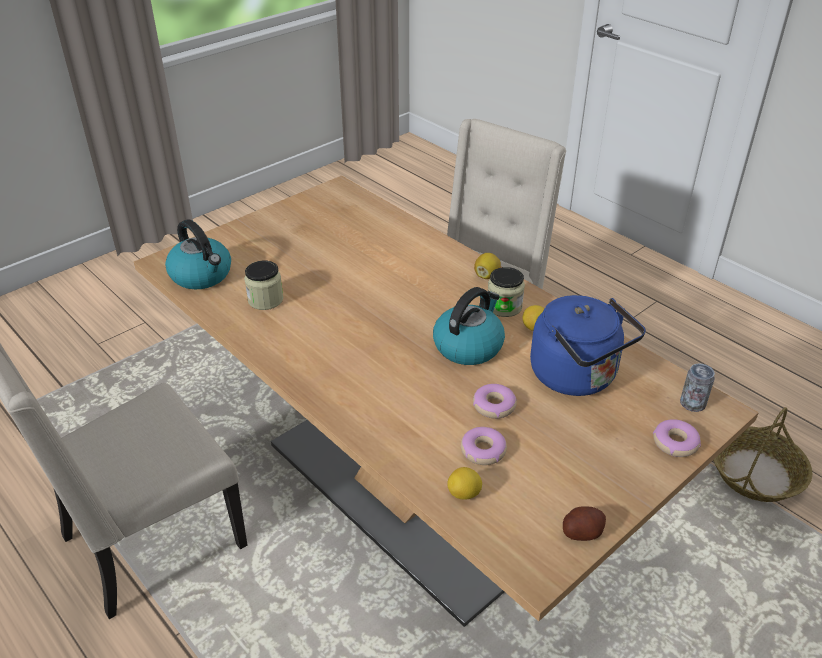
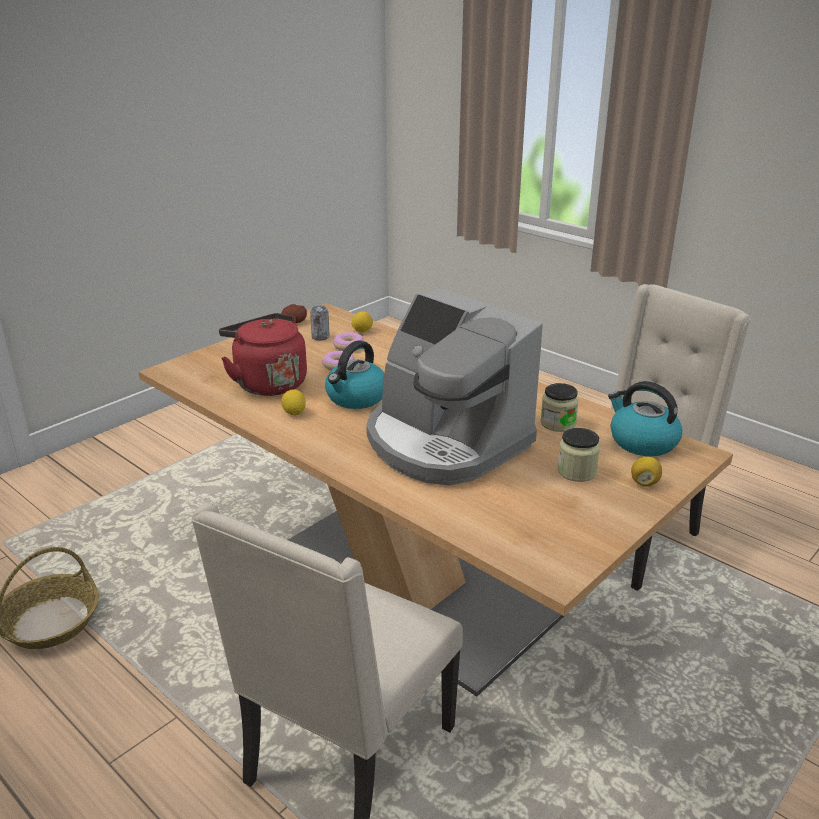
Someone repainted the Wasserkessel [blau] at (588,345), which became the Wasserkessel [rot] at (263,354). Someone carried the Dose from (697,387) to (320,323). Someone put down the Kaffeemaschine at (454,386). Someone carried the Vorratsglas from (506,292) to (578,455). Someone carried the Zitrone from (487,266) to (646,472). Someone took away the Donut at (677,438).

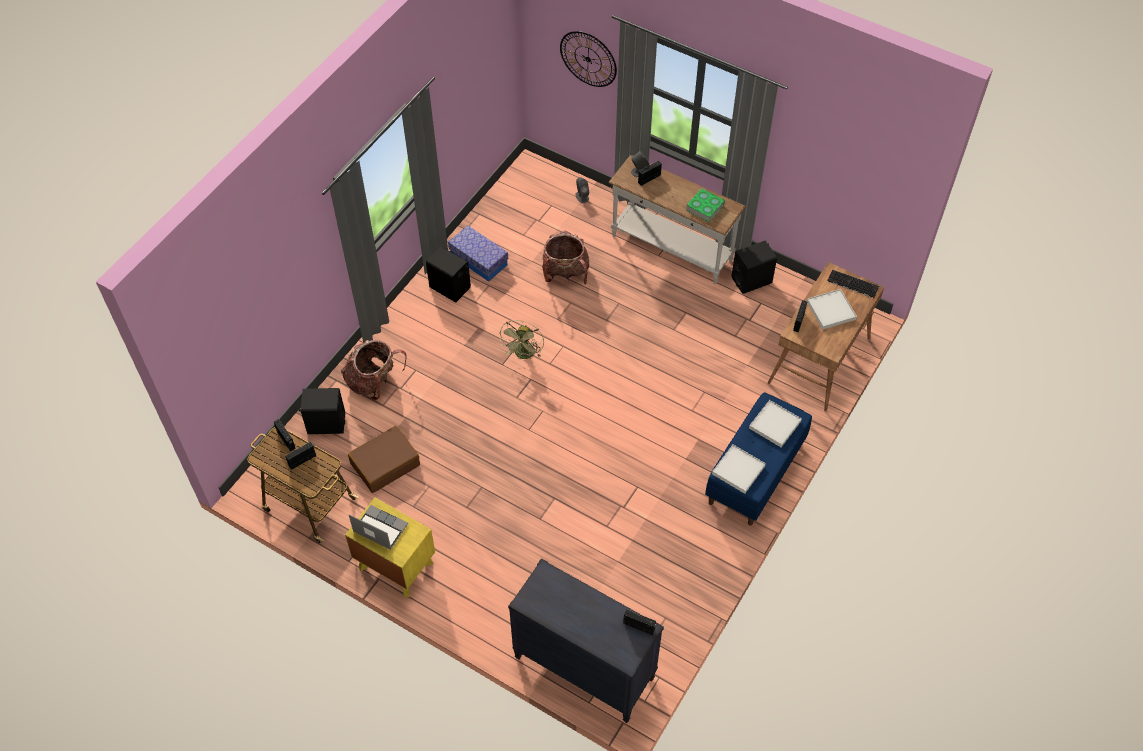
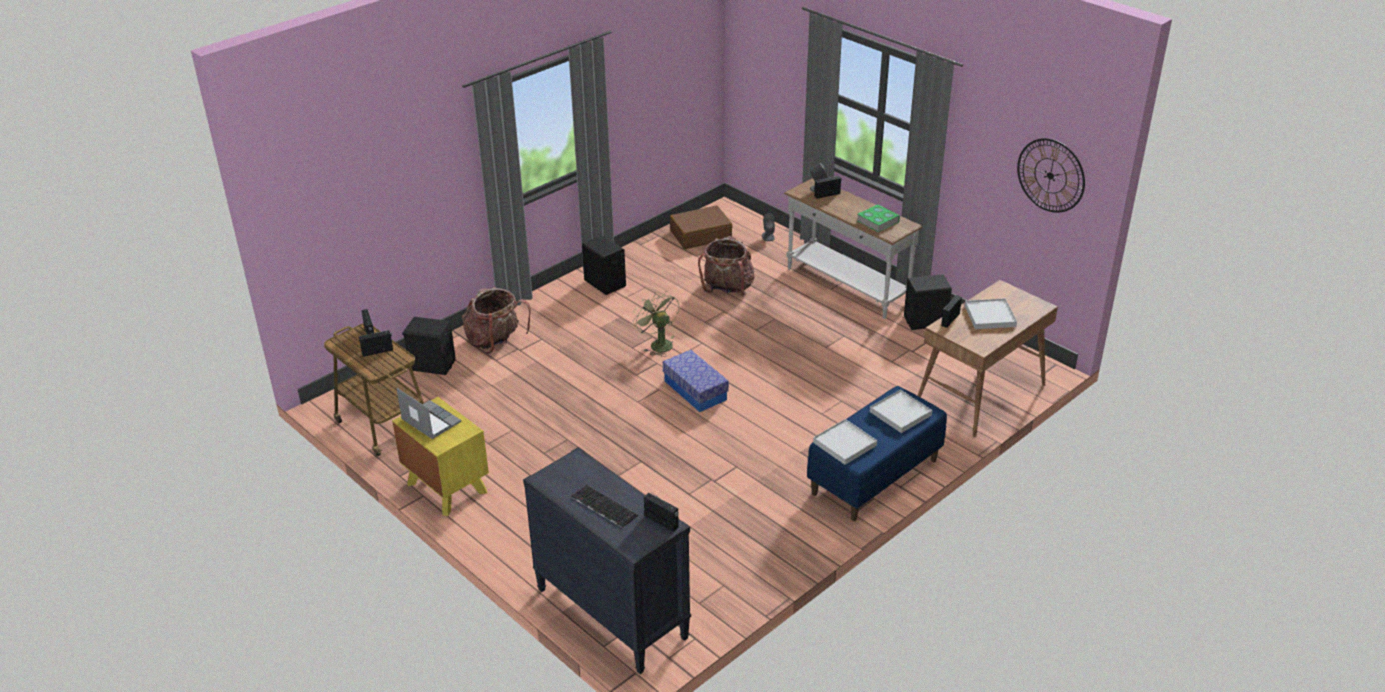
Someone carried the Tastatur from (853,284) to (604,506). Someone rotated the Ventilator [grün] at (521,339) by 120 degrees clockwise. Someone carried the Aufbewahrungsbox from (478,253) to (696,381). Someone carried the Koffer [braun] from (384,459) to (701,227). Someone carried the Wanduhr from (588,59) to (1051,175).

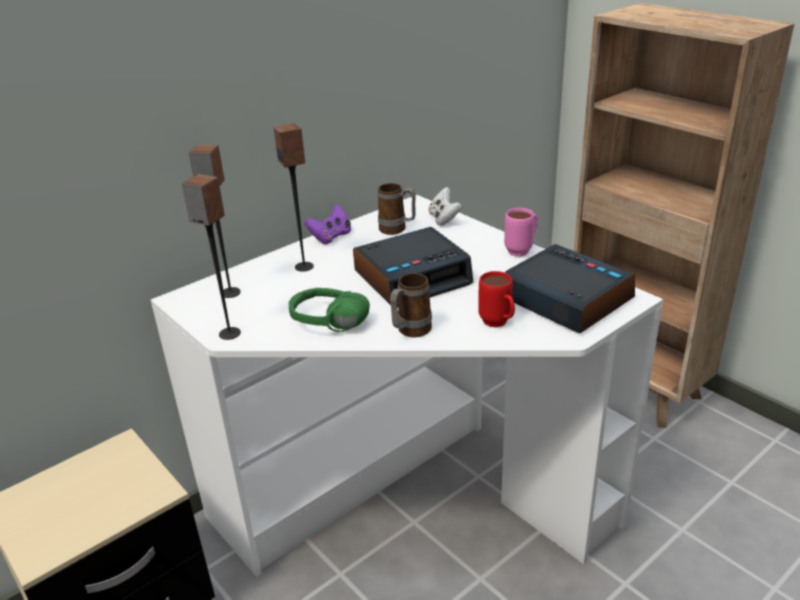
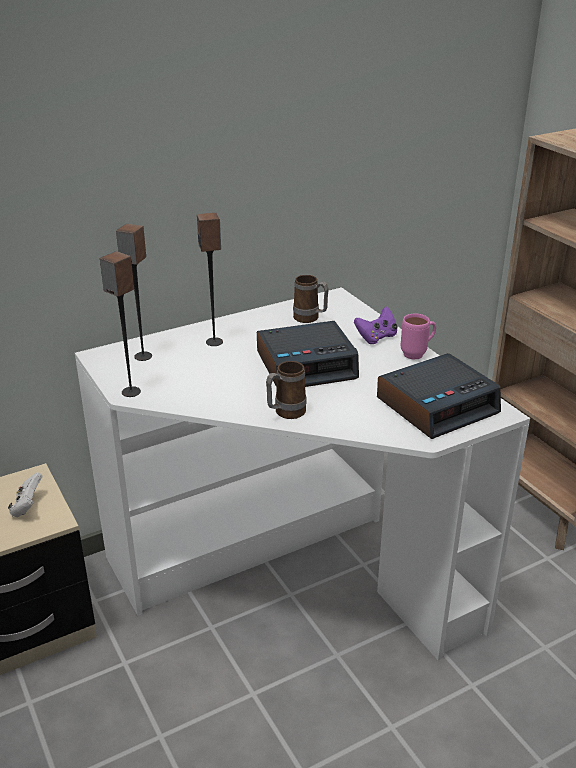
Someone carried the Gamepad [weiß] from (445,206) to (25,494). Someone carried the Gamepad [lila] from (328,224) to (376,325). Someone rotated the Wecker at (569,288) by 90 degrees clockwise. Someone took away the Kopfhörer [grün] at (329,310). Someone took away the Henkelbecher [rot] at (496,299).

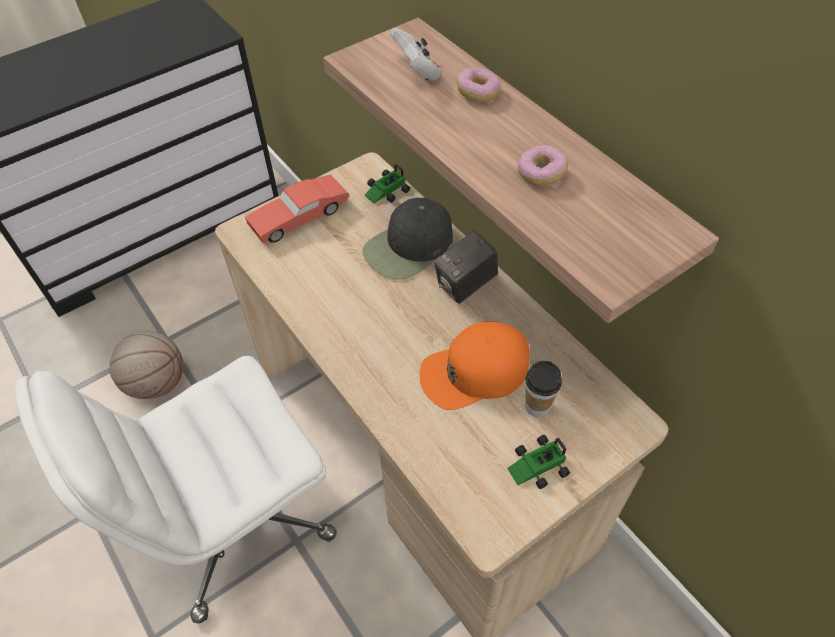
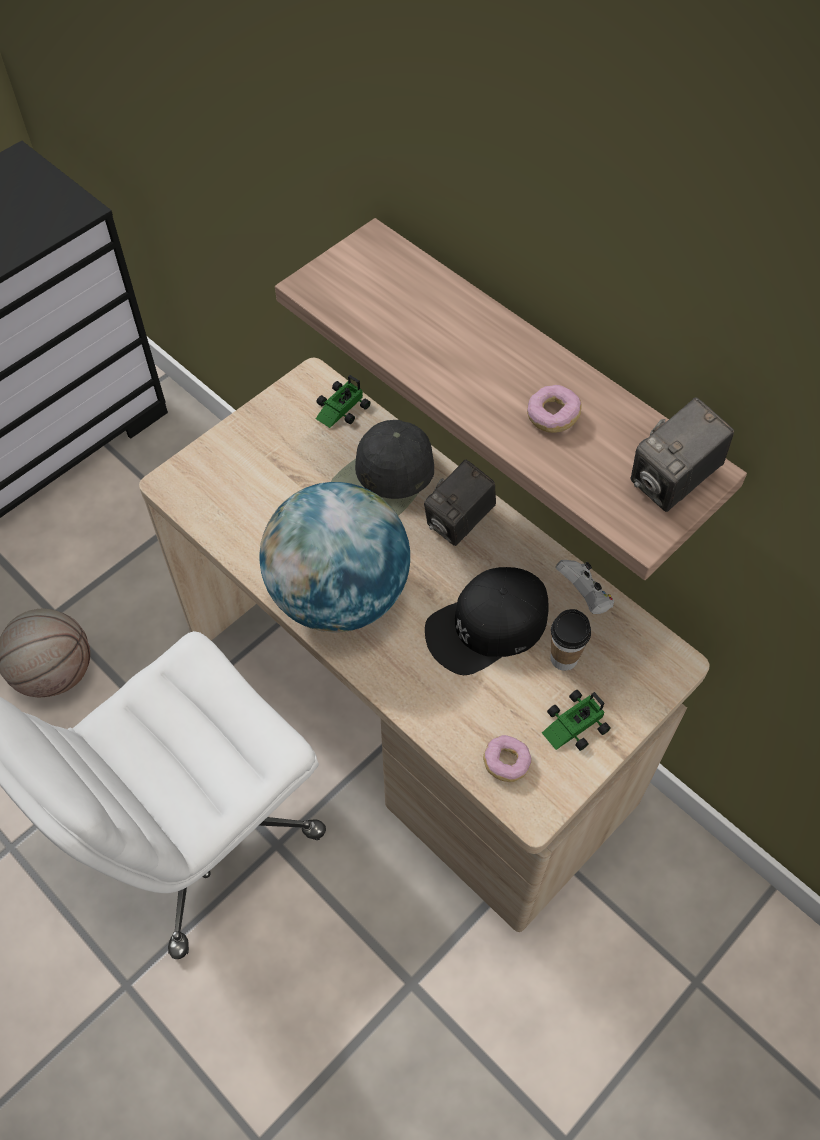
Someone put down the Globus at (334,557). Someone repainted the Kappe [orange] at (475,366), which became the Kappe [schwarz] at (487,621). Someone carried the Donut from (478,84) to (507,758). Someone carried the Gamepad [weiß] from (415,54) to (585,587). Someone put down the Kamera at (682,454). Someone took away the Spielzeugauto [rot] at (297,209).

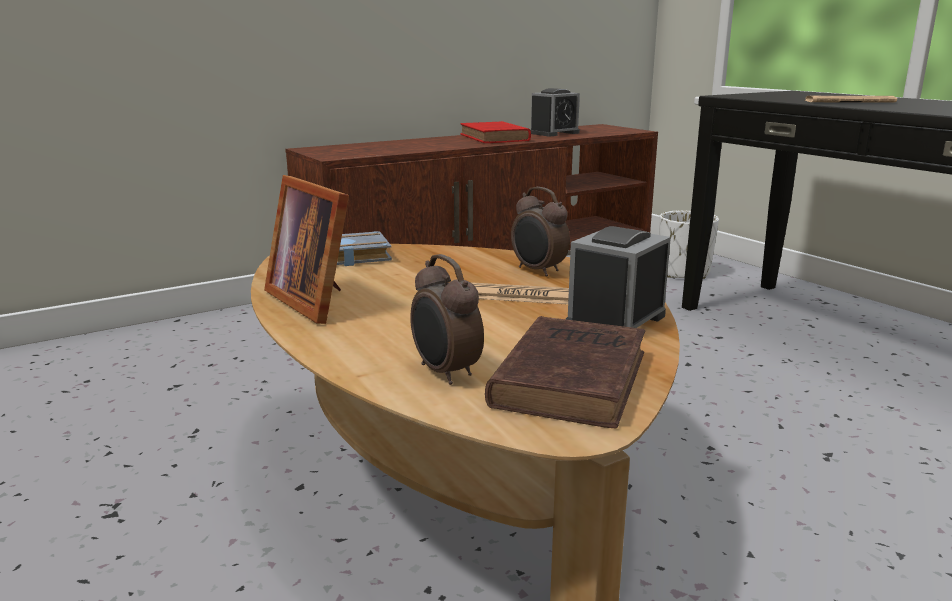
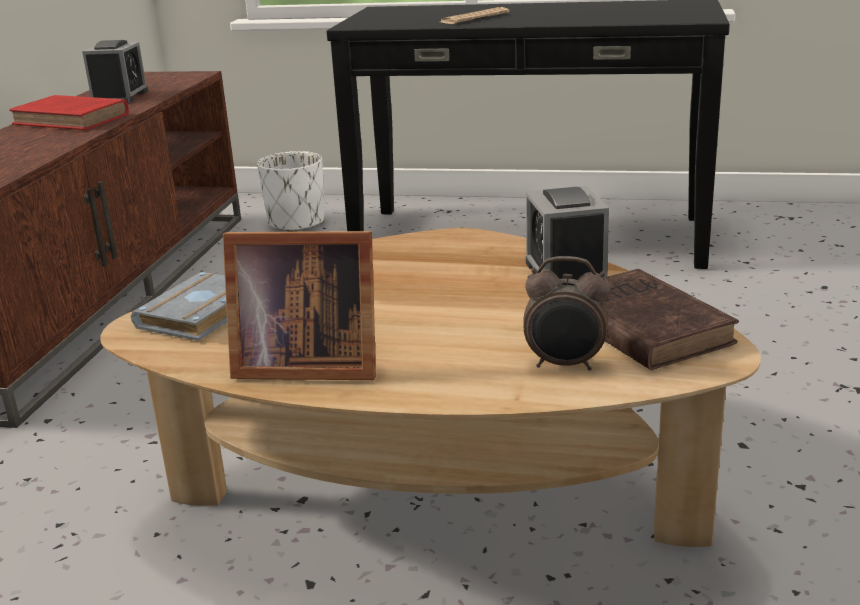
Someone took away the Zeitung at (520,293). Someone took away the Wecker at (540,232).

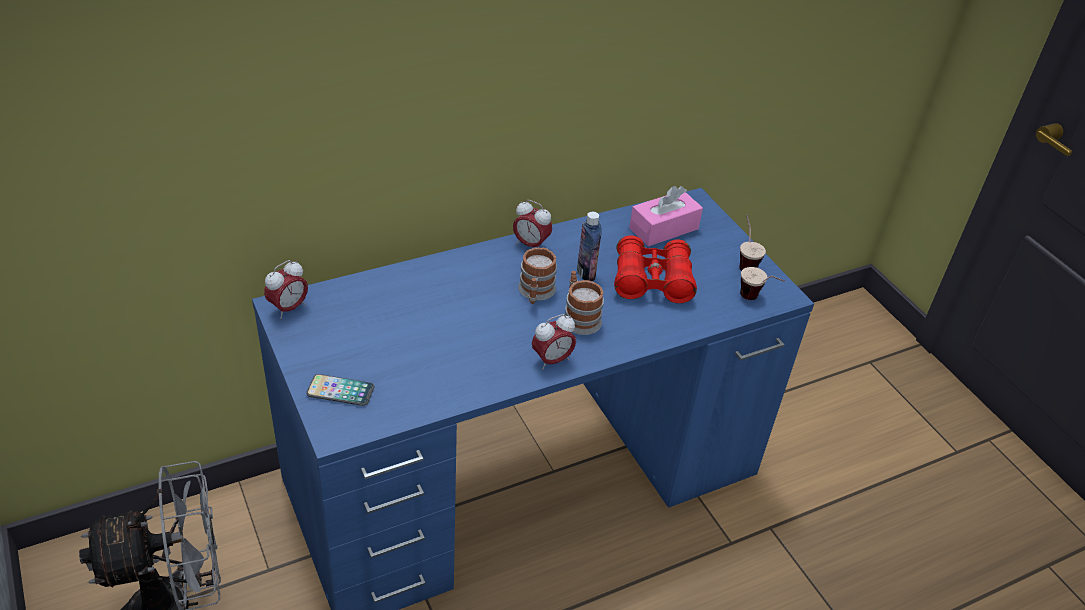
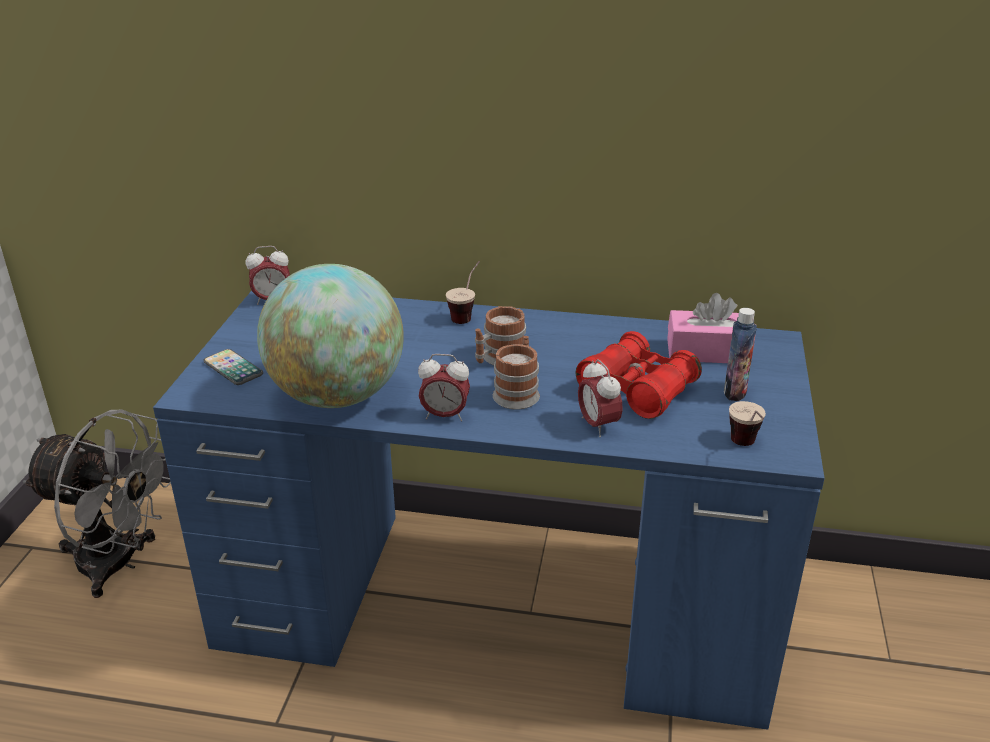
Someone put down the Globus at (330,336). Someone carried the Tasse from (753,243) to (463,292). Someone carried the Wecker from (532,224) to (600,398). Someone carried the Flasche from (589,246) to (740,354).

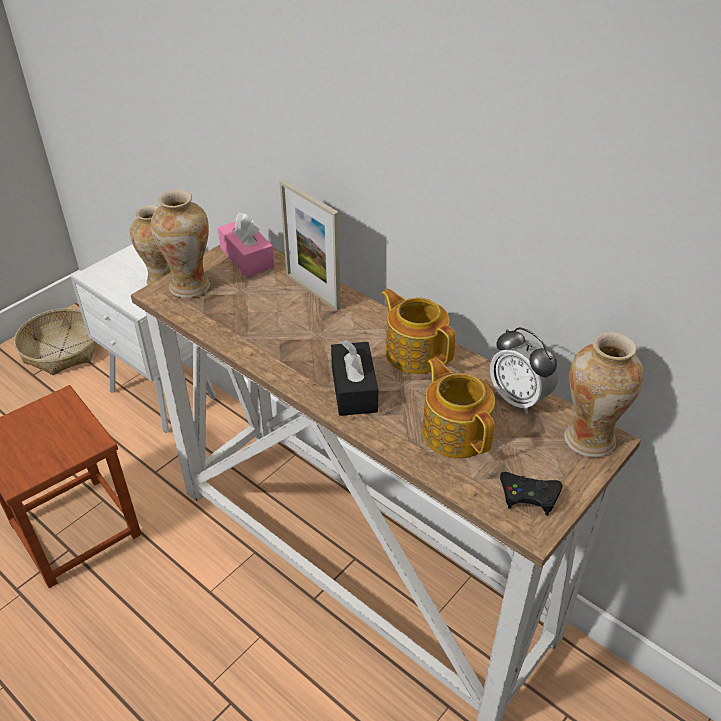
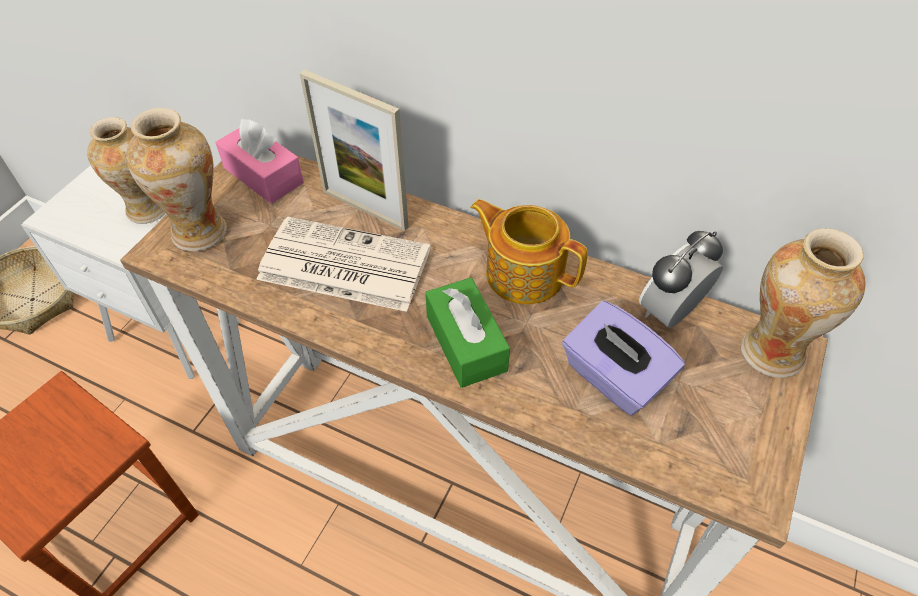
Someone put down the Zeitung at (343,264). Someone repainted the Taschentuchbox [schwarz] at (354,378), which became the Taschentuchbox [grün] at (467,332). Someone swapped the Teekanne at (458,408) for the Taschentuchbox [lila] at (623,358). Someone rotated the Wecker at (524,370) by 105 degrees clockwise. Someone took away the Gamepad [schwarz] at (531,493).

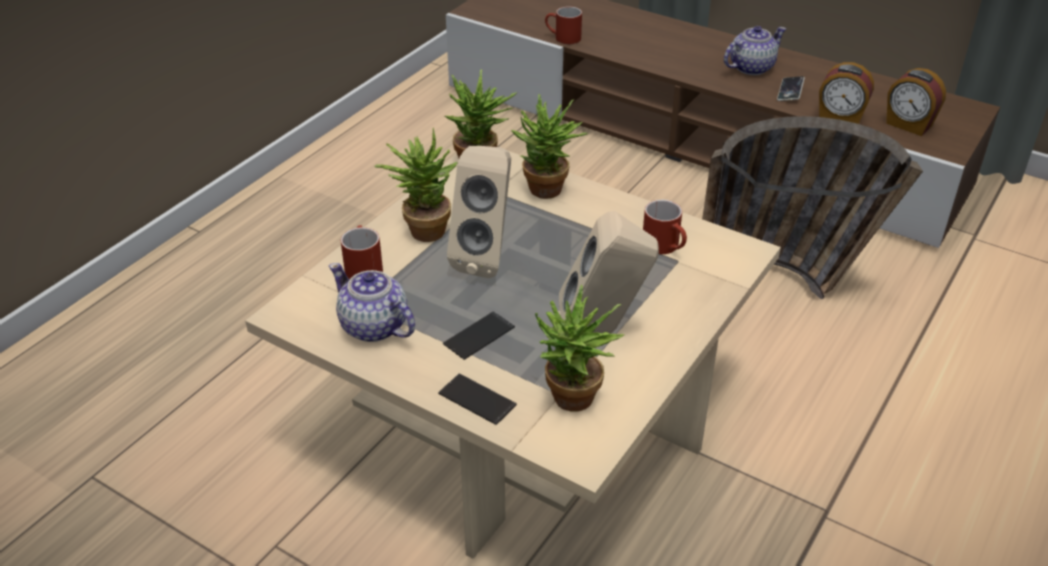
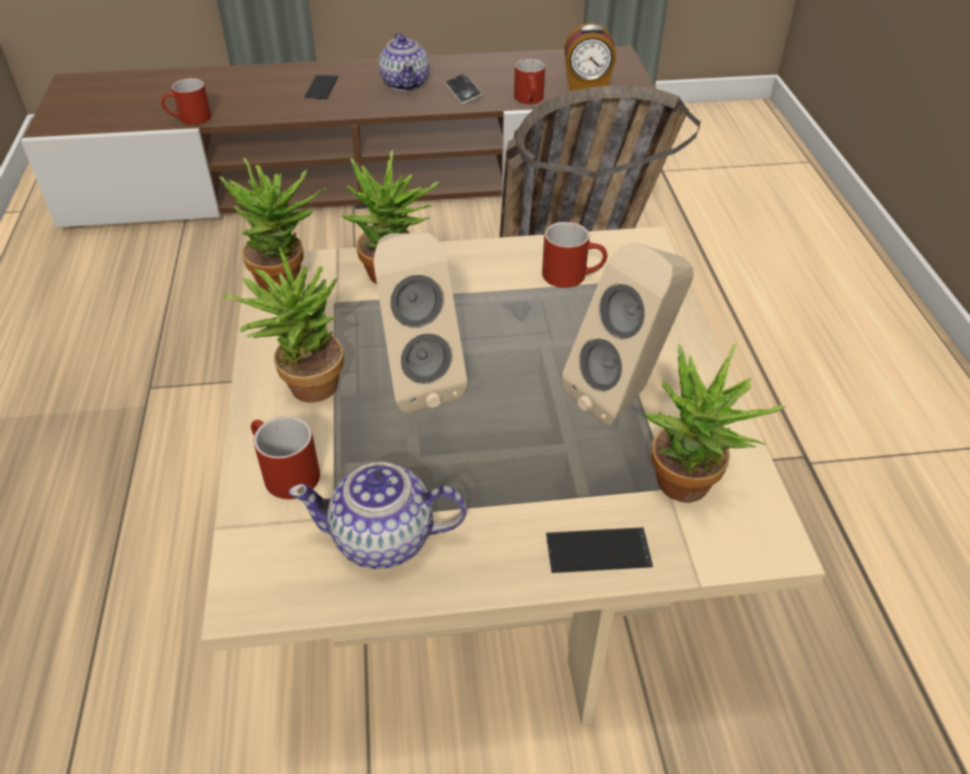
Someone carried the Handy from (479,335) to (321,87). Someone rotated the Teekanne at (755,50) by 150 degrees clockwise. Someone swapped the Wecker at (846,93) for the Henkelbecher [rot] at (529,81).

